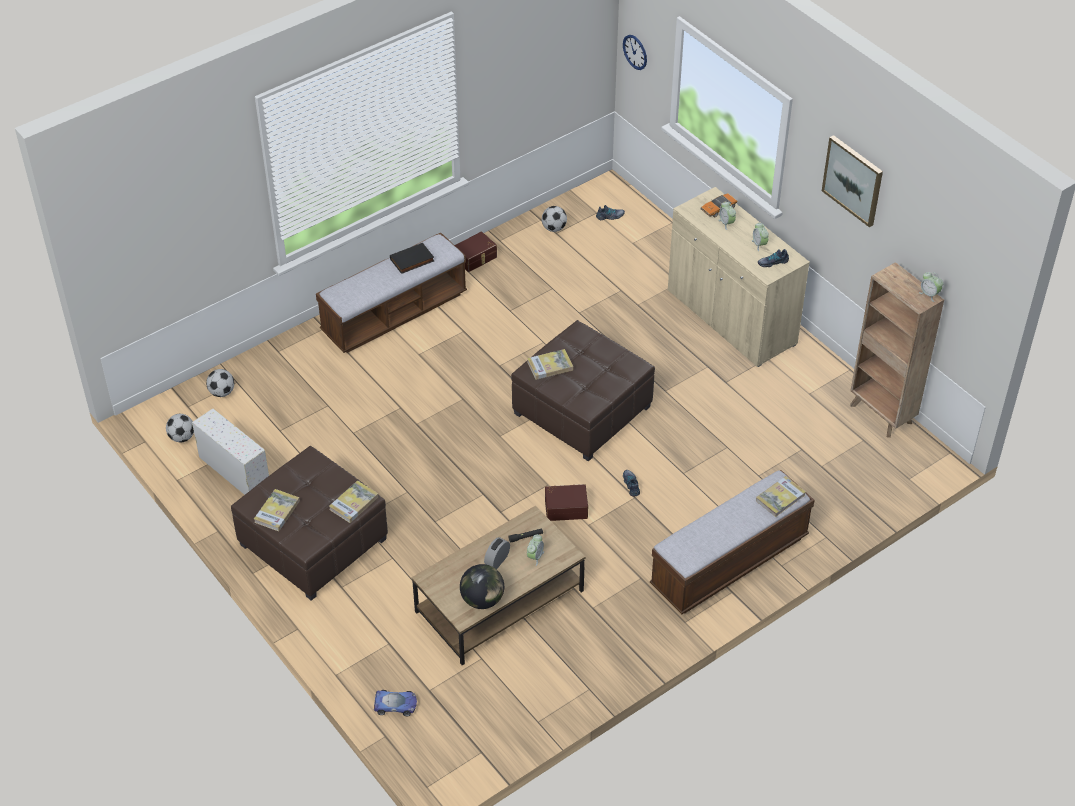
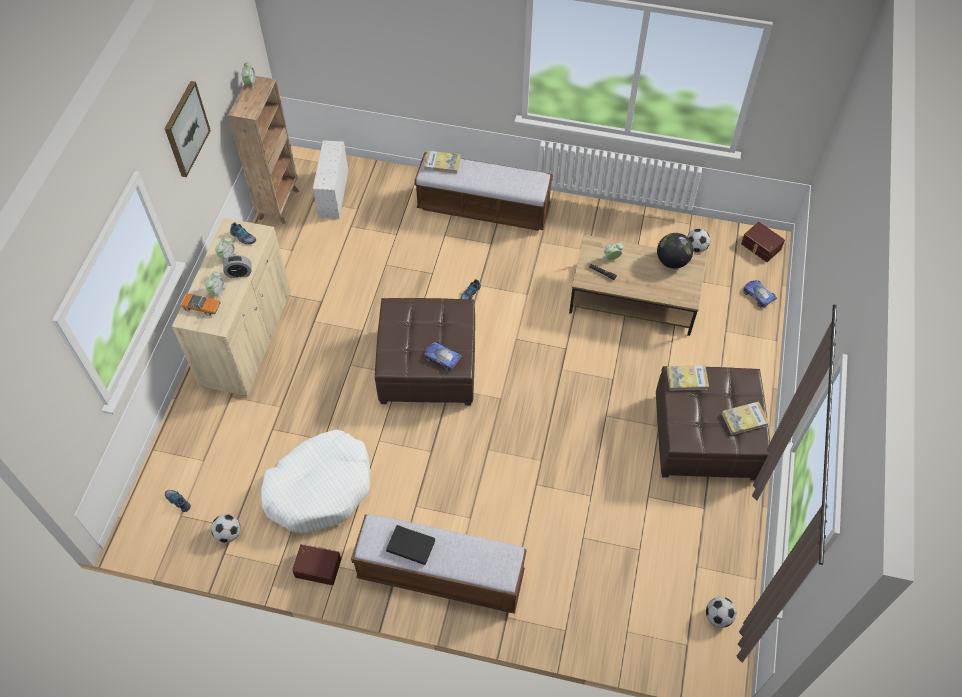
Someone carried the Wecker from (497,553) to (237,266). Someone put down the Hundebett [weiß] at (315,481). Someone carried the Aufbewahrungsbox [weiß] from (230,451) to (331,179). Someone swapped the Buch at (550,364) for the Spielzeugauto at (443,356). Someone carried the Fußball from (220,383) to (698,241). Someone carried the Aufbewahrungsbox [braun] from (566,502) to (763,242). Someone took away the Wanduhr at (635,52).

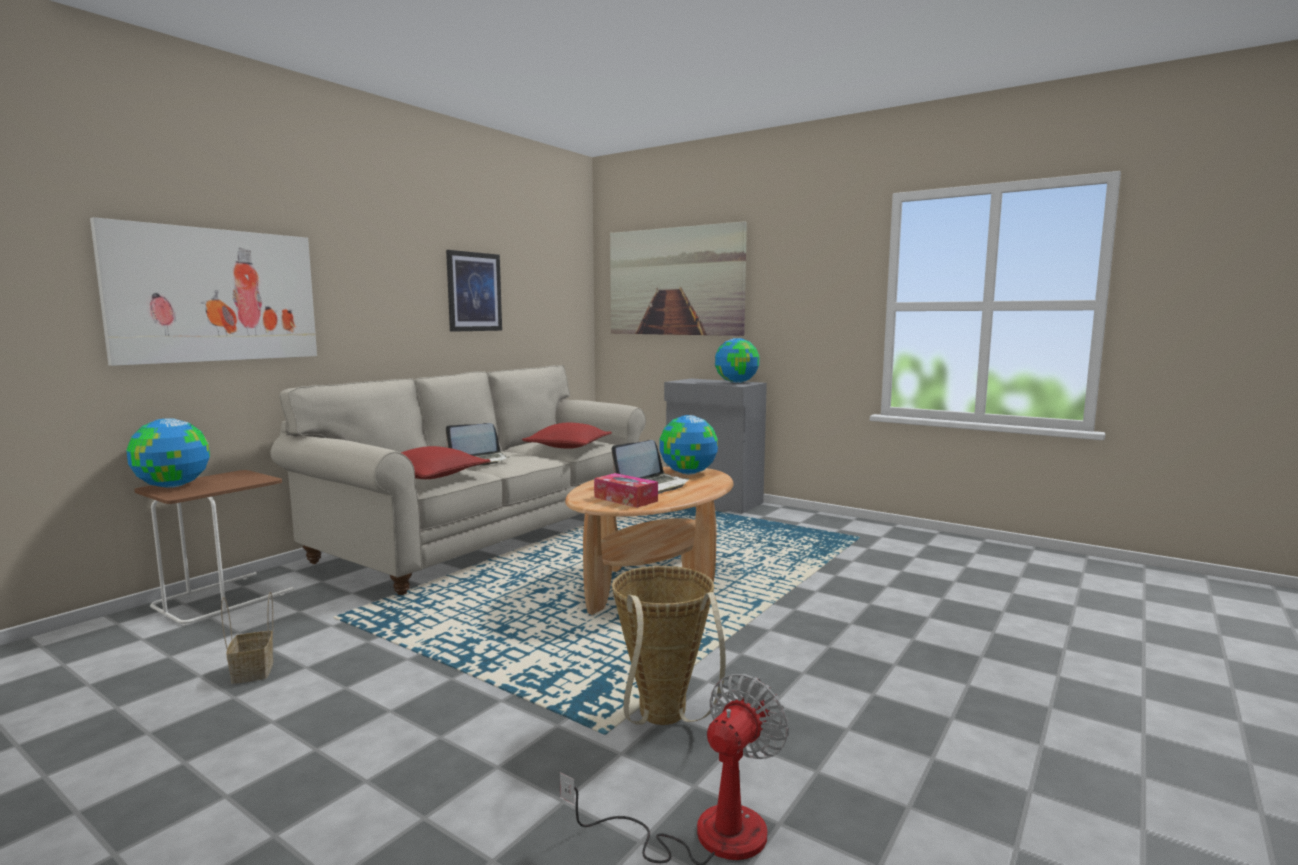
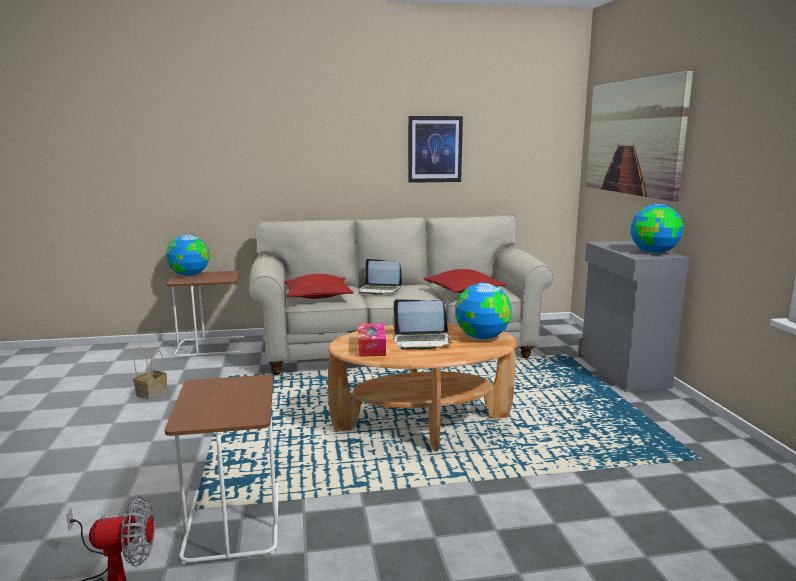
Someone swapped the Korb at (669,645) for the Beistelltisch [braun] at (222,469). Someone took away the Bild at (203,291).

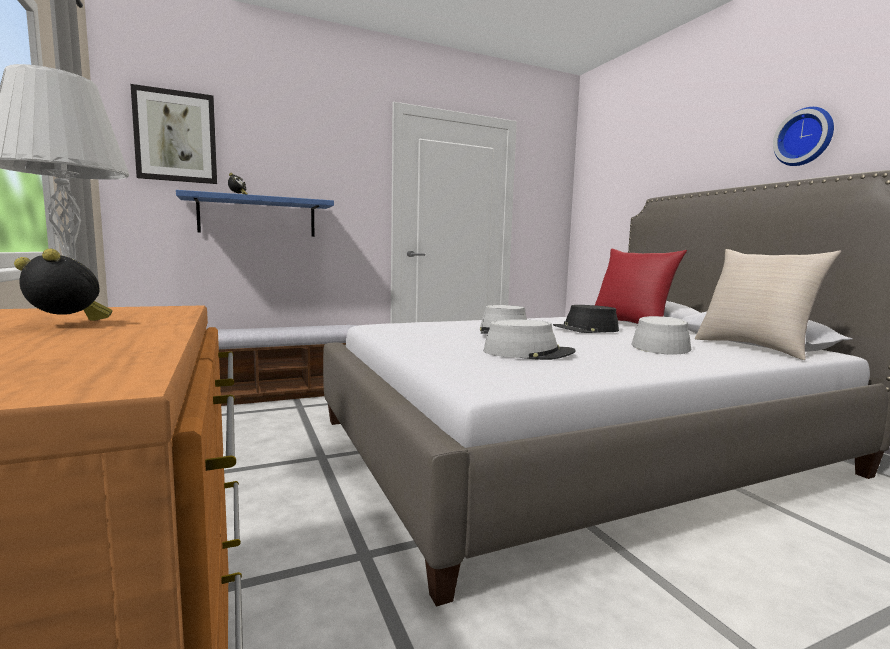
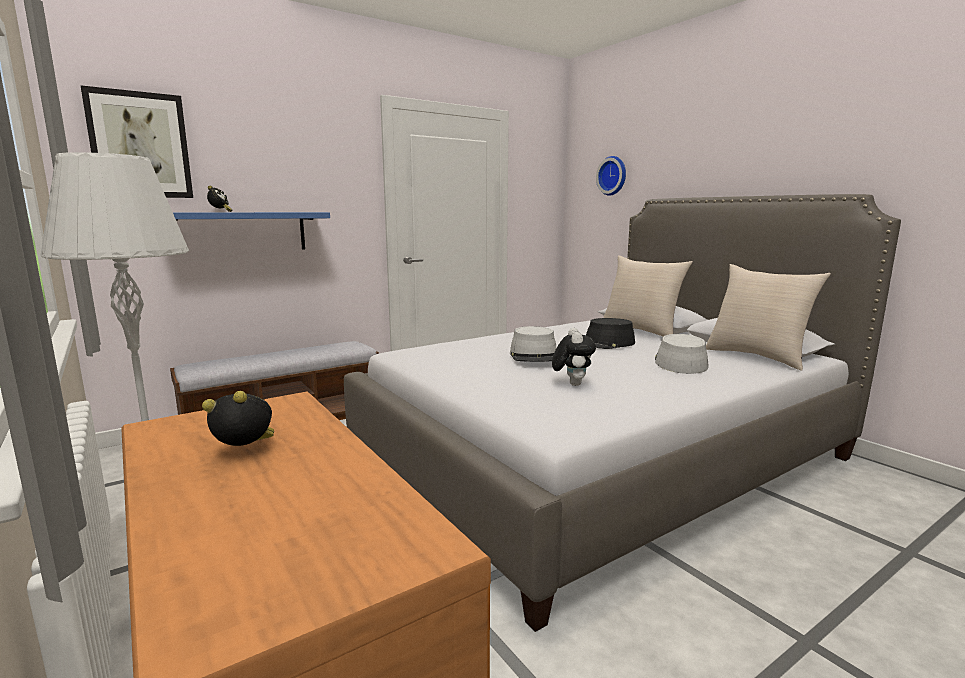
Someone swapped the Hut [grau] at (530,340) for the Plüschtier at (574,357). Someone carried the Wanduhr from (803,136) to (611,176). Someone repainted the Kissen [rot] at (641,286), which became the Kissen [beige] at (648,296).

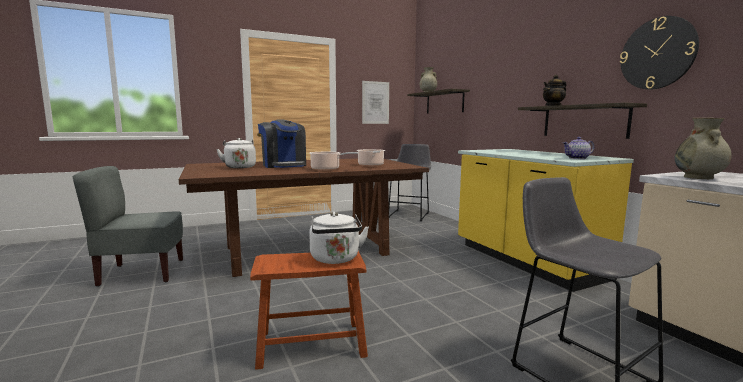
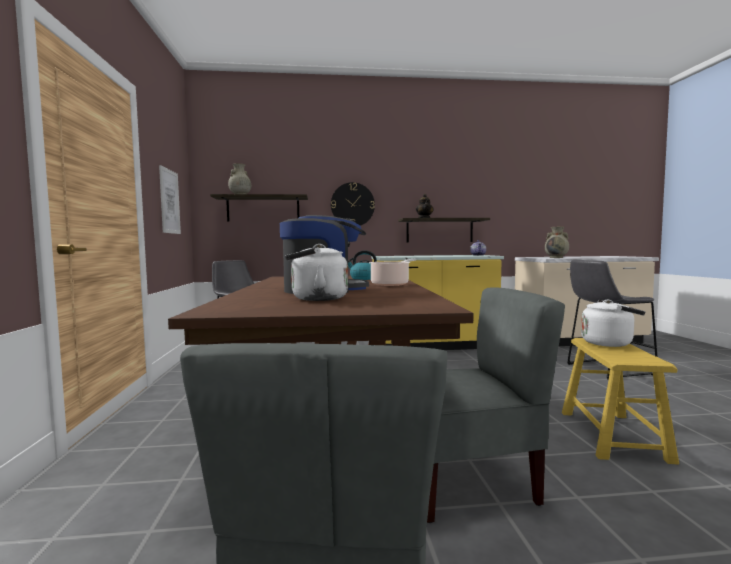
Someone carried the Wanduhr from (659,52) to (353,204). Someone swapped the Kochtopf at (371,157) for the Wasserkessel at (362,265). Someone put down the Stuhl [grau] at (496,405). Someone repainted the Hocker [braun] at (309,310), which became the Hocker [gelb] at (620,401).

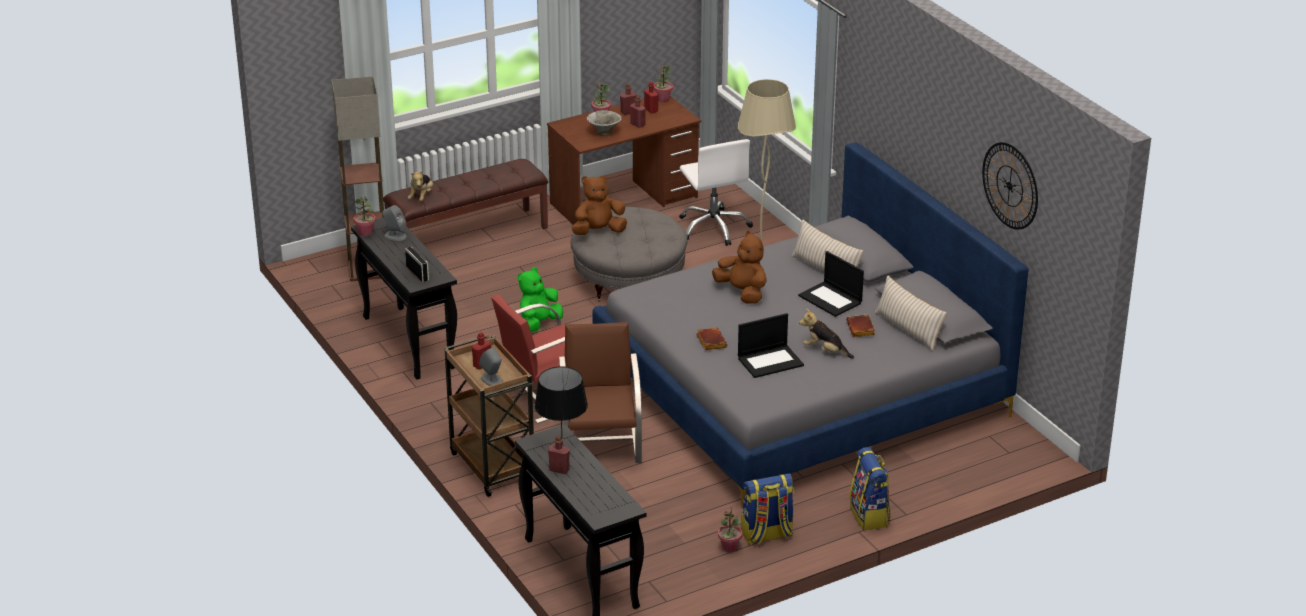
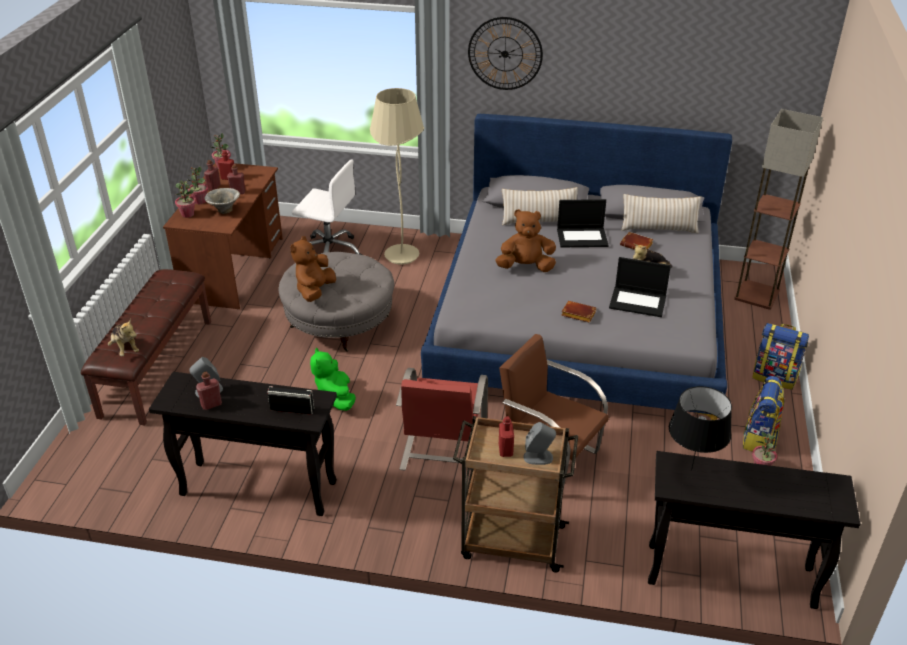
Someone carried the Topfpflanze from (365,216) to (185,199). Someone carried the Flasche [rot] from (559,455) to (209,391). Someone carried the Wanduhr from (1010,186) to (505,53). Someone rotated the Laptop at (771,345) by 90 degrees clockwise. Someone carried the Stehlampe from (358,179) to (778,209).

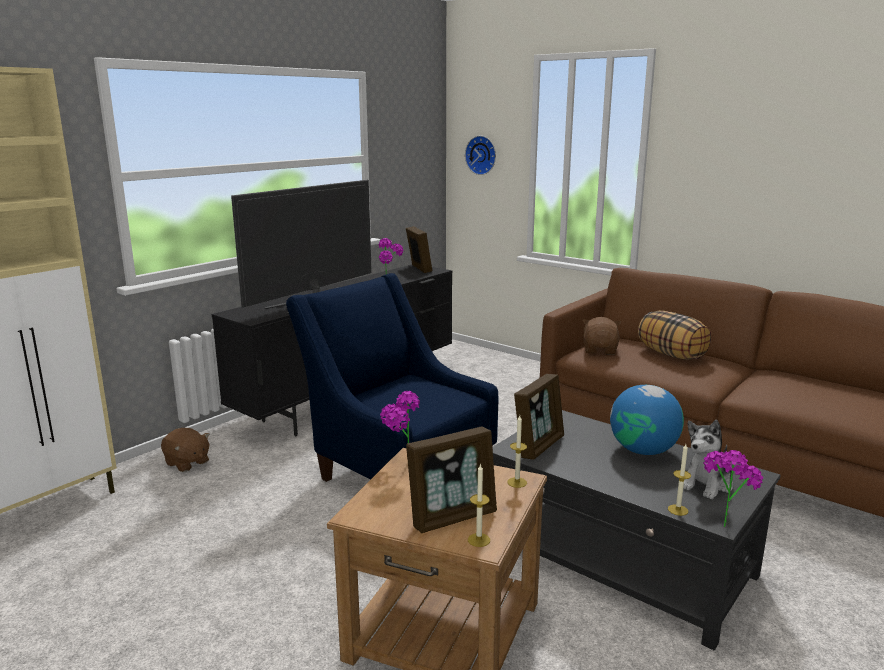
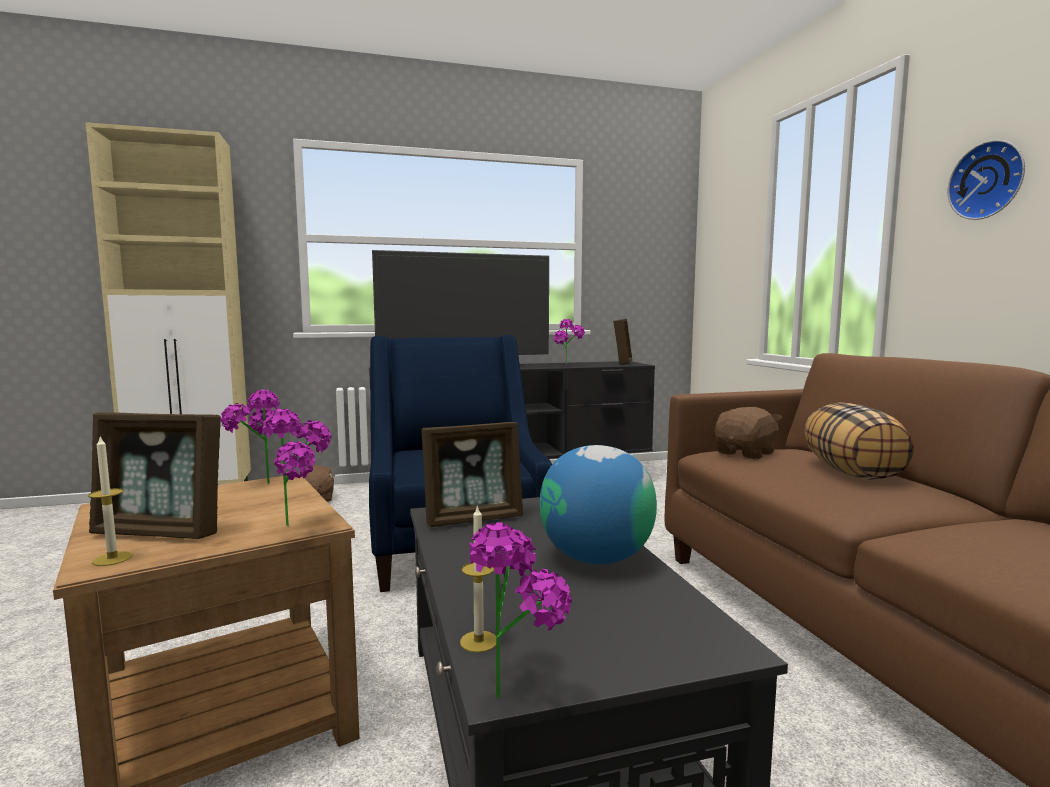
Someone swapped the Kerze at (517,451) for the Topfpflanze at (297,467). Someone carried the Wanduhr from (480,155) to (986,180). Someone took away the Plüschtier at (708,459).

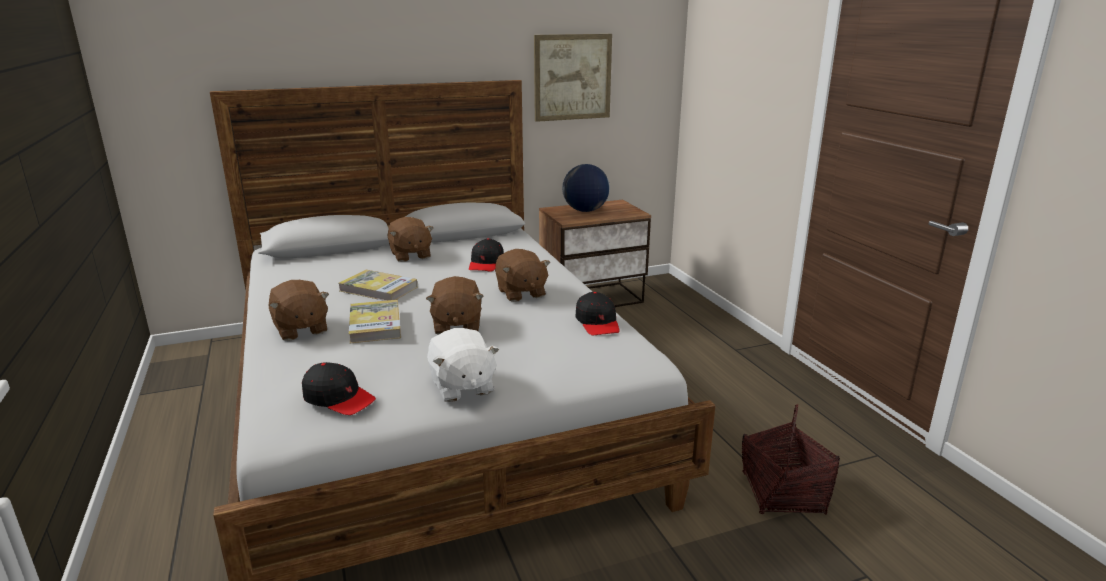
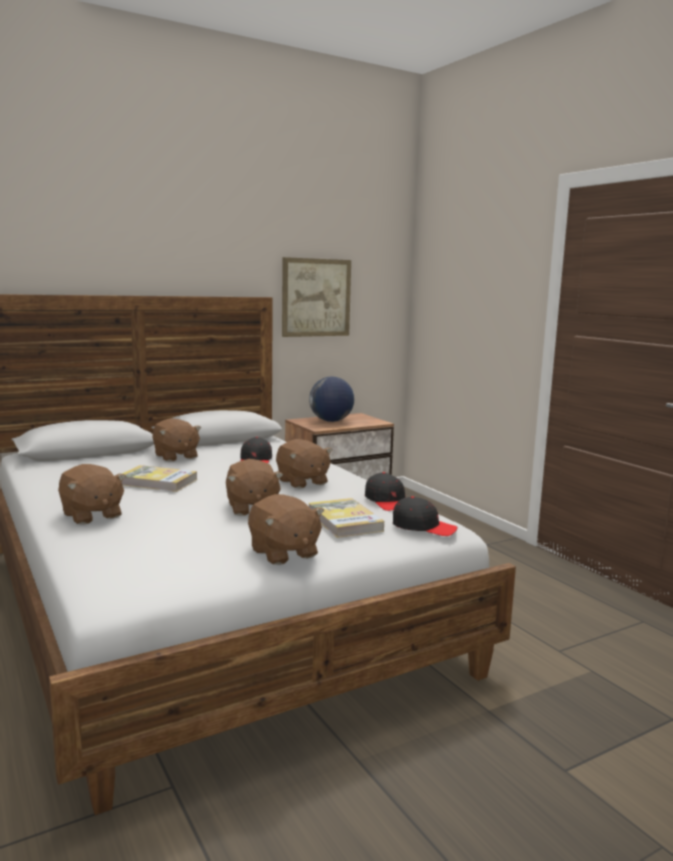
Someone repainted the Plüschtier [weiß] at (463,365), which became the Plüschtier [braun] at (286,529). Someone carried the Buch from (375,321) to (346,518). Someone carried the Kappe [schwarz] from (339,388) to (425,516). Someone took away the Korb at (791,459).

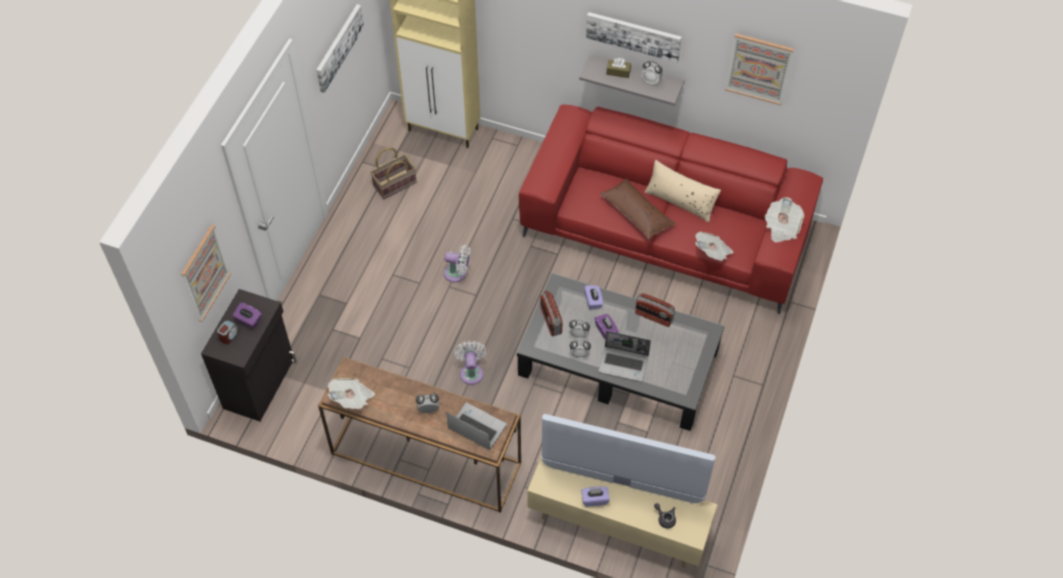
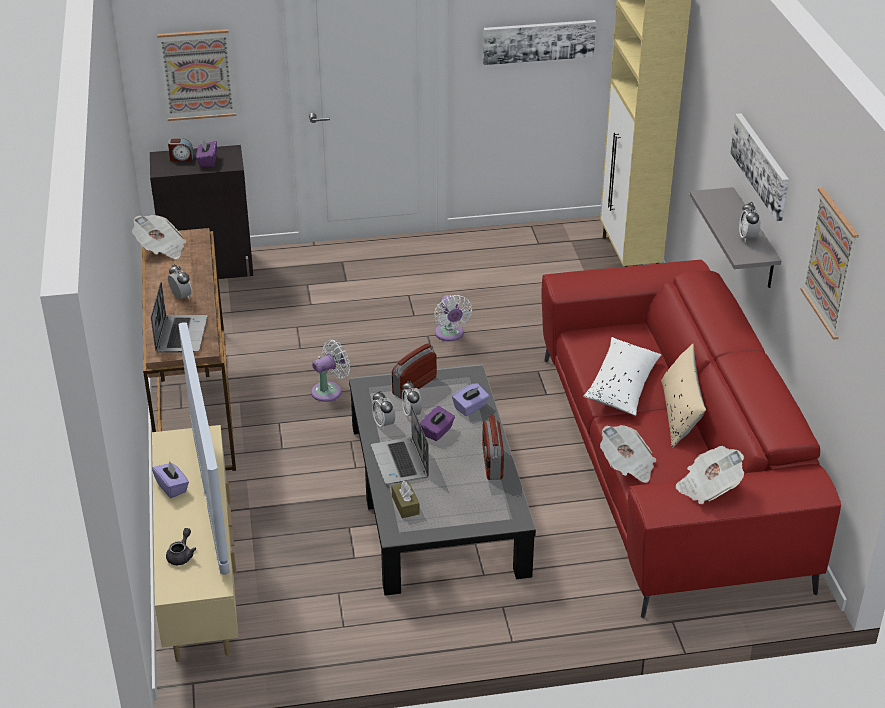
Someone carried the Taschentuchbox [braun] from (618,68) to (406,499). Someone repainted the Kissen [braun] at (637,209), which became the Kissen [weiß] at (622,376). Someone took away the Korb at (393,173).

